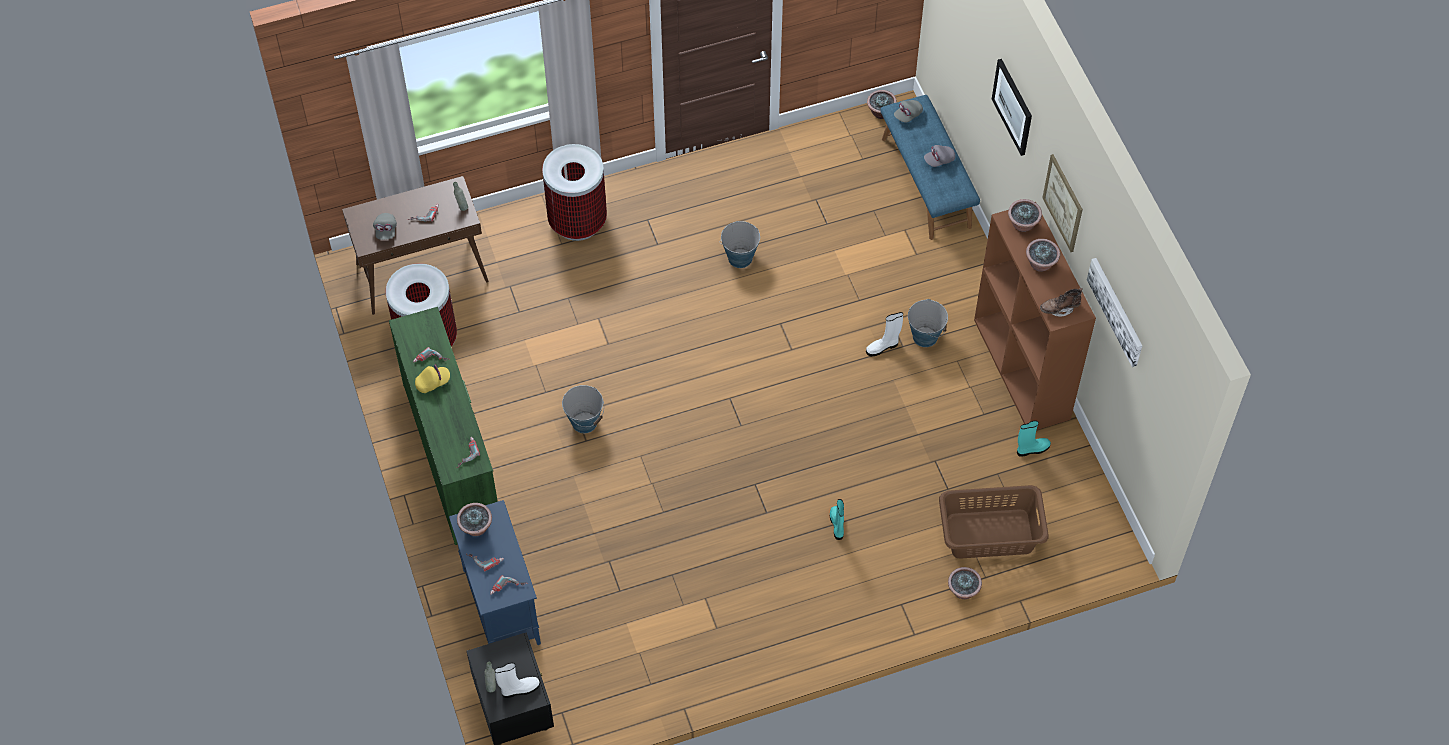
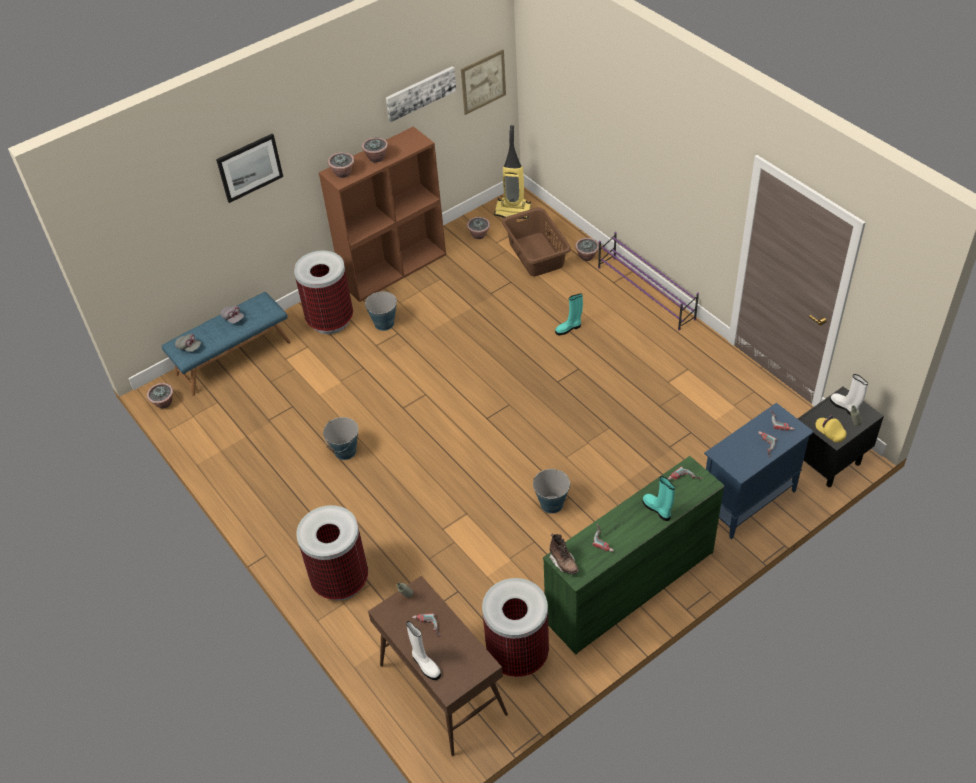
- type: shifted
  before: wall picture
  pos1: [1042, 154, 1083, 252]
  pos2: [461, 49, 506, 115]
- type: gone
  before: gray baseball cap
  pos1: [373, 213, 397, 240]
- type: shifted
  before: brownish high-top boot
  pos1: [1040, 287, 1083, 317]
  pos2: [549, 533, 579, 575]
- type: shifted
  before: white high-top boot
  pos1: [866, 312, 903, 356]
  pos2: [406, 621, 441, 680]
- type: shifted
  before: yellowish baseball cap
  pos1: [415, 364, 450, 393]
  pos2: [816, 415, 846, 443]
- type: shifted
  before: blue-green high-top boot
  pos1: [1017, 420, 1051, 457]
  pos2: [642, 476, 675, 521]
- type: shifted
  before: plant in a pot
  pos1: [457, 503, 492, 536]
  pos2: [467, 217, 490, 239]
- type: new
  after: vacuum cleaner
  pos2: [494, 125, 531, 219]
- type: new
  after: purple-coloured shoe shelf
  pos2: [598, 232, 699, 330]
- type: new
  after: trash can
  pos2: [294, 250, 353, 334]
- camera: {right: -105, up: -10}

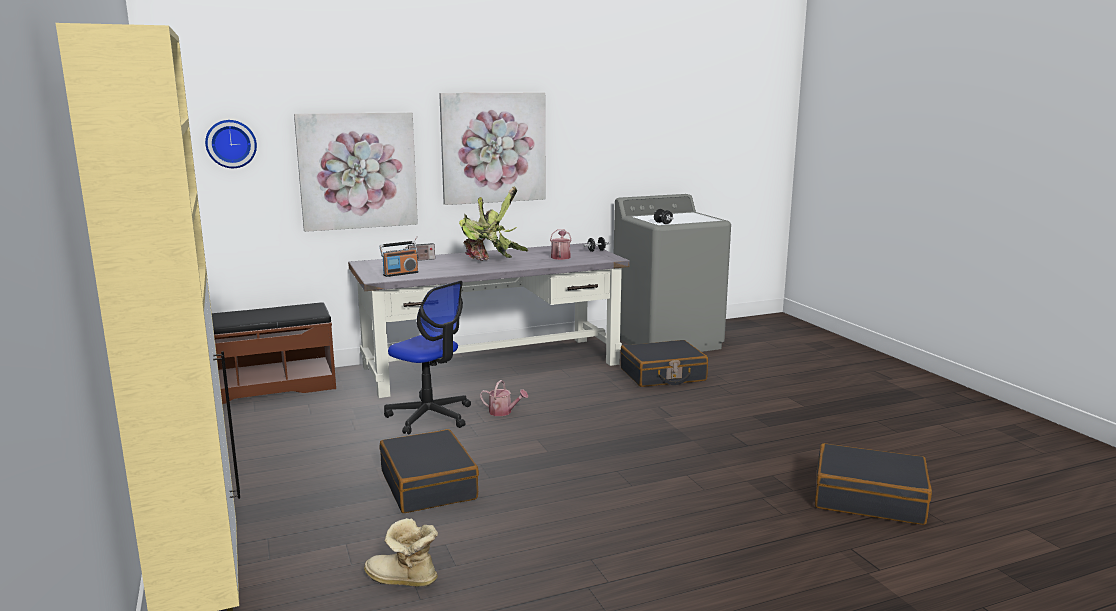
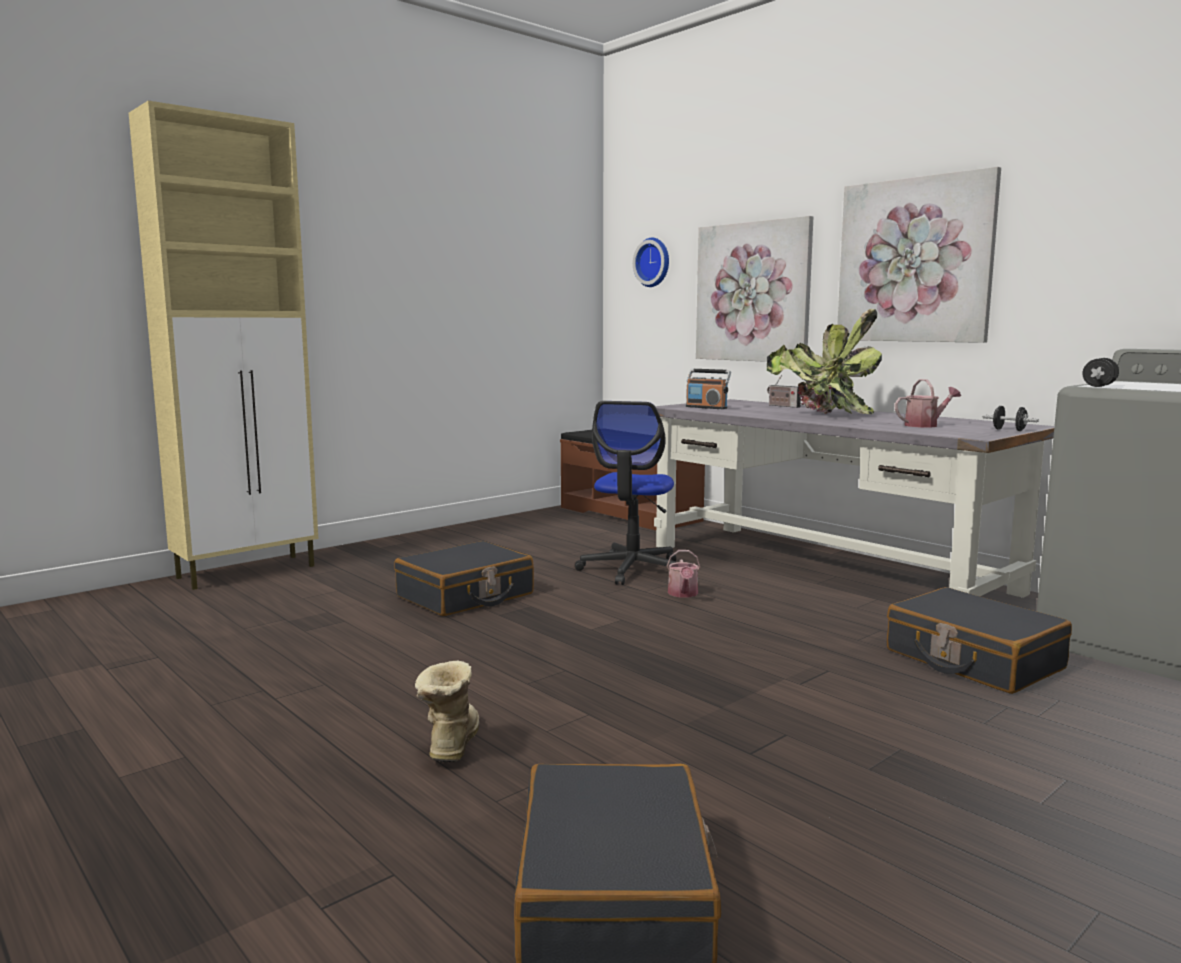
- type: shifted
  before: high-top boot
  pos1: [364, 518, 438, 587]
  pos2: [415, 660, 479, 763]
- camera: {right: 70, up: -5}

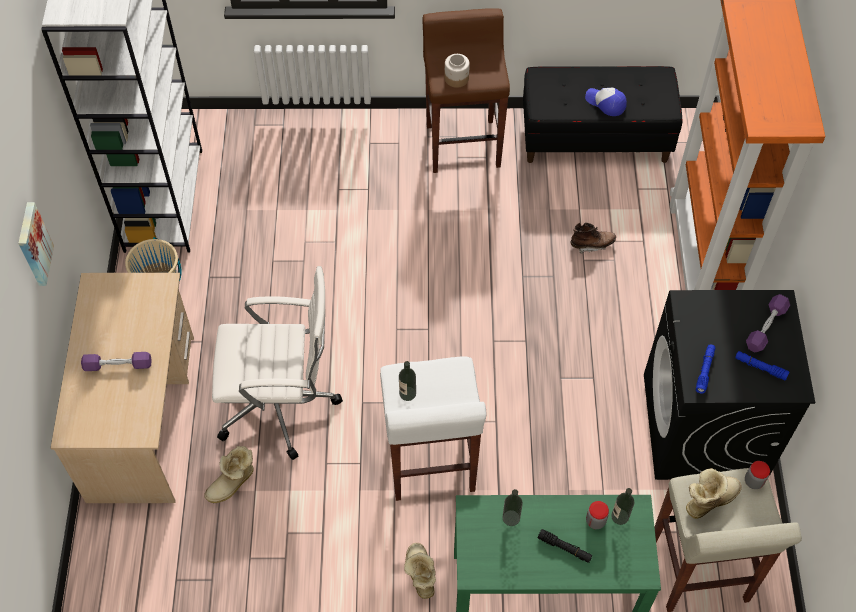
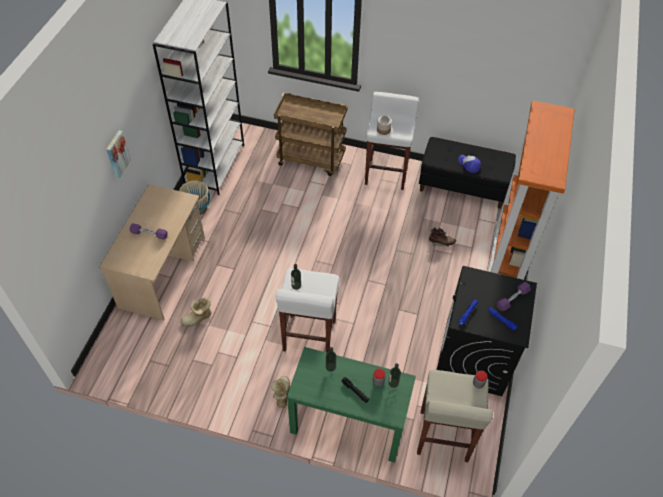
- type: repainted
  before: brownish stool seat
  after: white stool seat
  pos1: [422, 8, 510, 173]
  pos2: [365, 92, 419, 190]
- type: gone
  before: white computer chair
  pos1: [212, 266, 343, 460]
- type: gone
  before: high-top boot
  pos1: [686, 468, 742, 519]
- type: new
  after: brownish wheeled cart
  pos2: [274, 93, 348, 176]
- camera: {right: 15, up: -5}

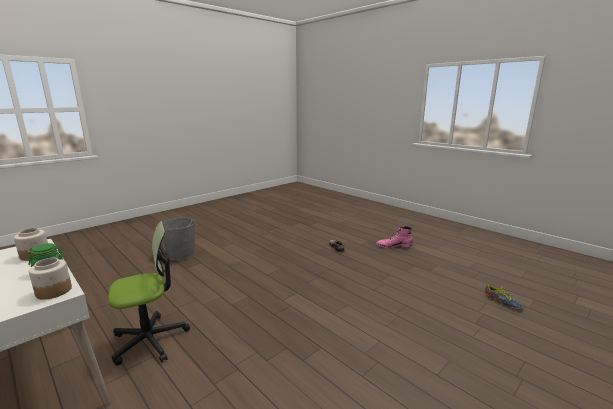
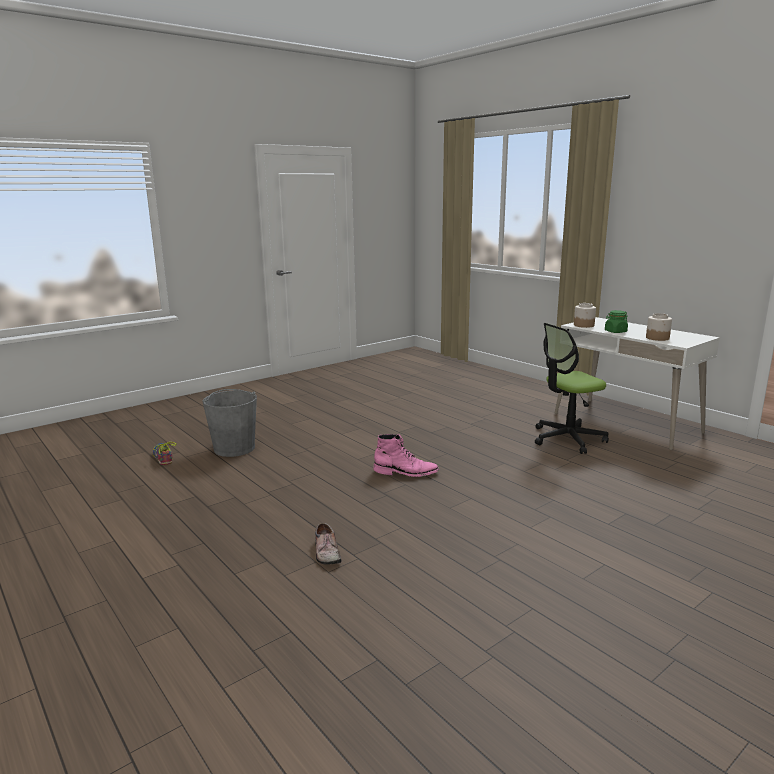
- type: shifted
  before: gray pail
  pos1: [163, 218, 195, 261]
  pos2: [202, 389, 257, 457]
- type: shifted
  before: pink high-top boot
  pos1: [376, 226, 413, 248]
  pos2: [373, 434, 439, 477]
- camera: {right: -175, up: 0}

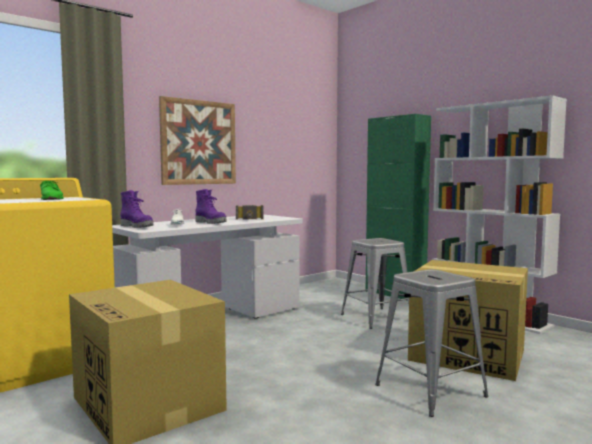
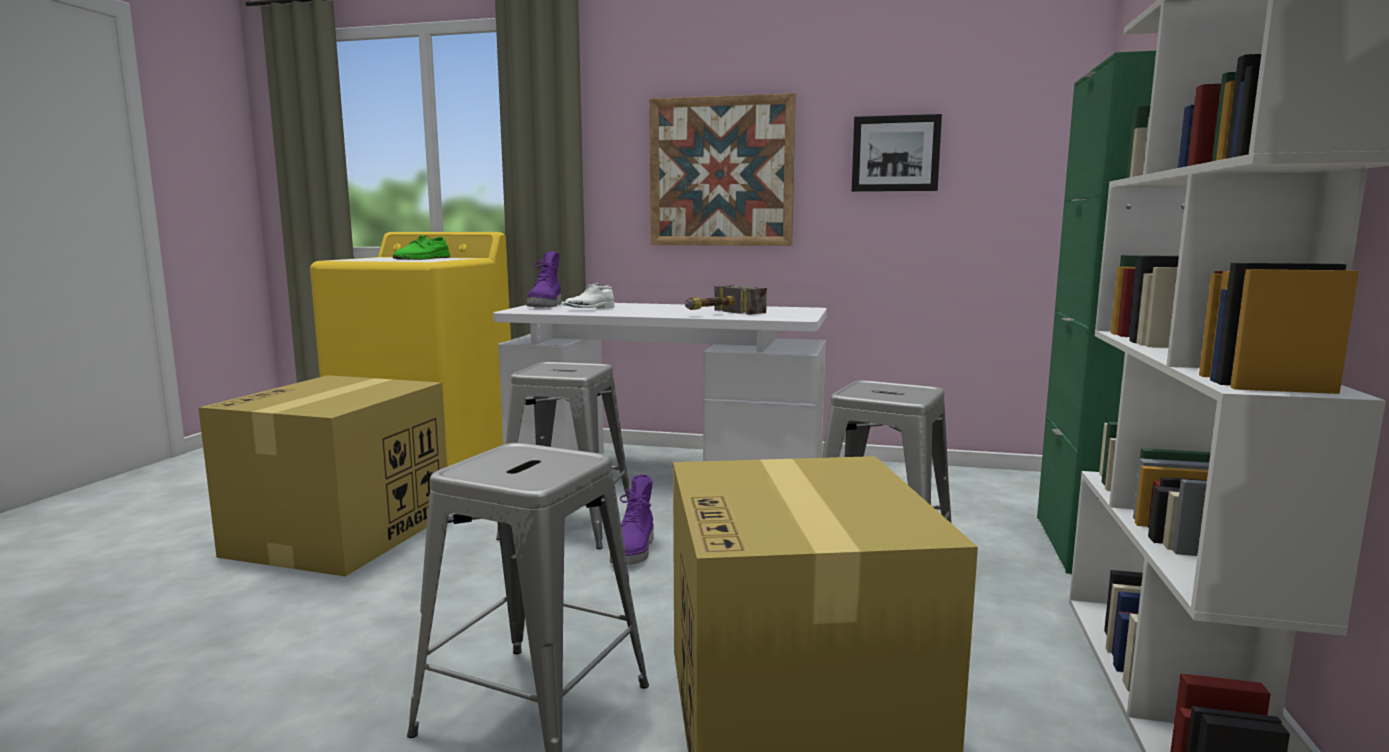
- type: shifted
  before: purple-coloured high-top boot
  pos1: [195, 189, 227, 224]
  pos2: [610, 475, 654, 565]
- type: new
  after: wall picture
  pos2: [852, 114, 942, 192]
- type: new
  after: gray stool seat
  pos2: [496, 362, 630, 549]
- camera: {right: 55, up: 5}

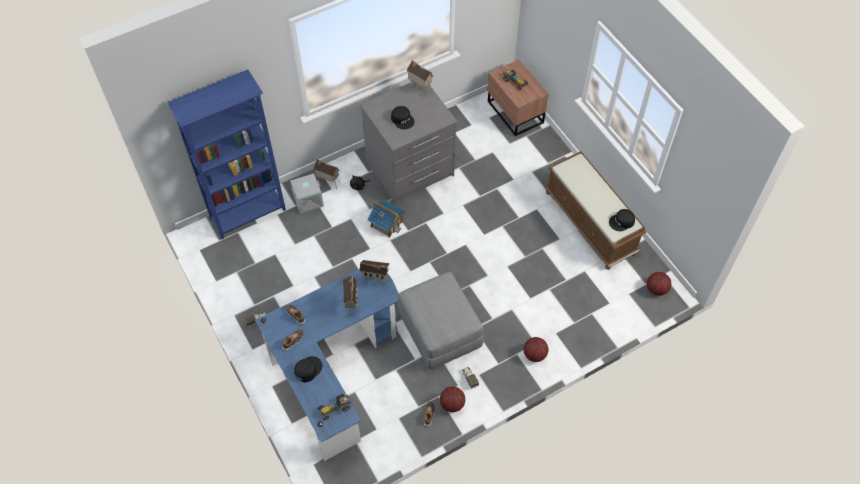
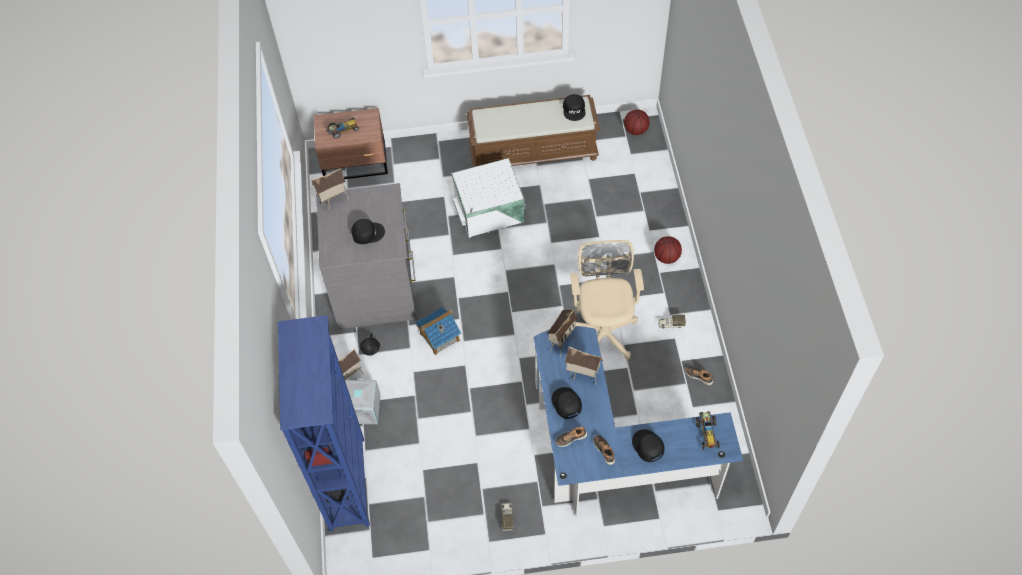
- type: swapped
  before: gray pouffe
  after: beige computer chair
  pos1: [397, 272, 484, 370]
  pos2: [570, 240, 644, 360]
- type: gone
  before: basketball ball
  pos1: [440, 386, 465, 412]
- type: new
  after: white storage bin
  pos2: [451, 158, 525, 238]
- type: new
  after: black baseball cap
  pos2: [552, 387, 582, 419]
- camera: {right: -65, up: 0}

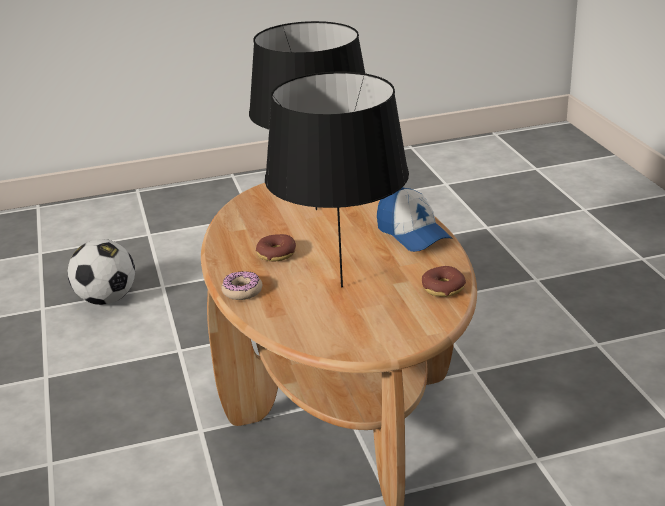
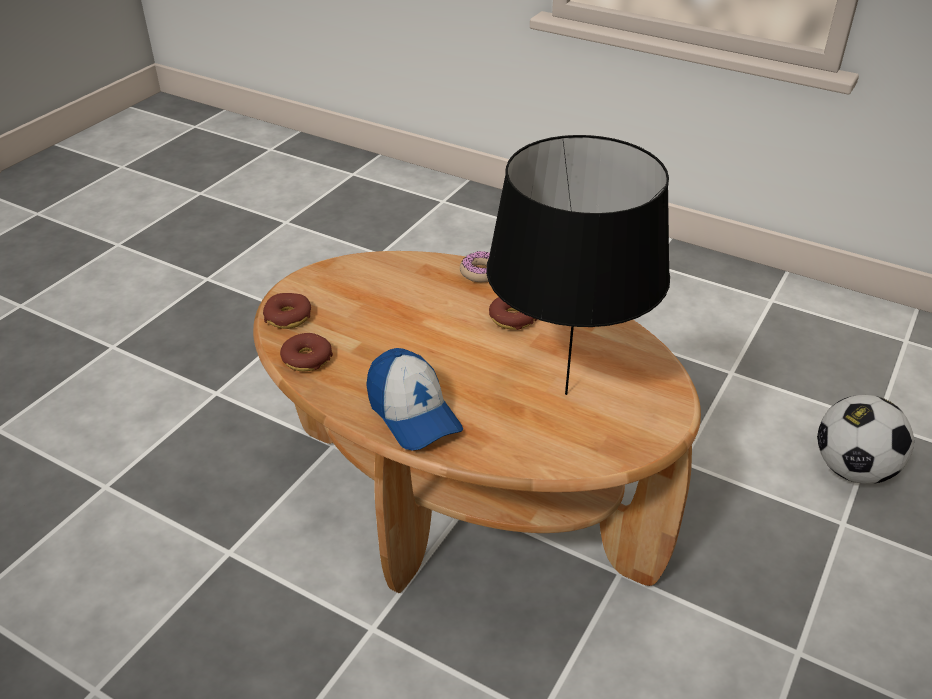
- type: gone
  before: black tabletop lamp
  pos1: [265, 72, 409, 287]
- type: rotated
  before: baseball cap
  pos1: [377, 187, 452, 252]
  pos2: [366, 348, 463, 451]
  turn: -135
- type: new
  after: doughnut
  pos2: [263, 293, 311, 329]
- camera: {right: 135, up: 10}

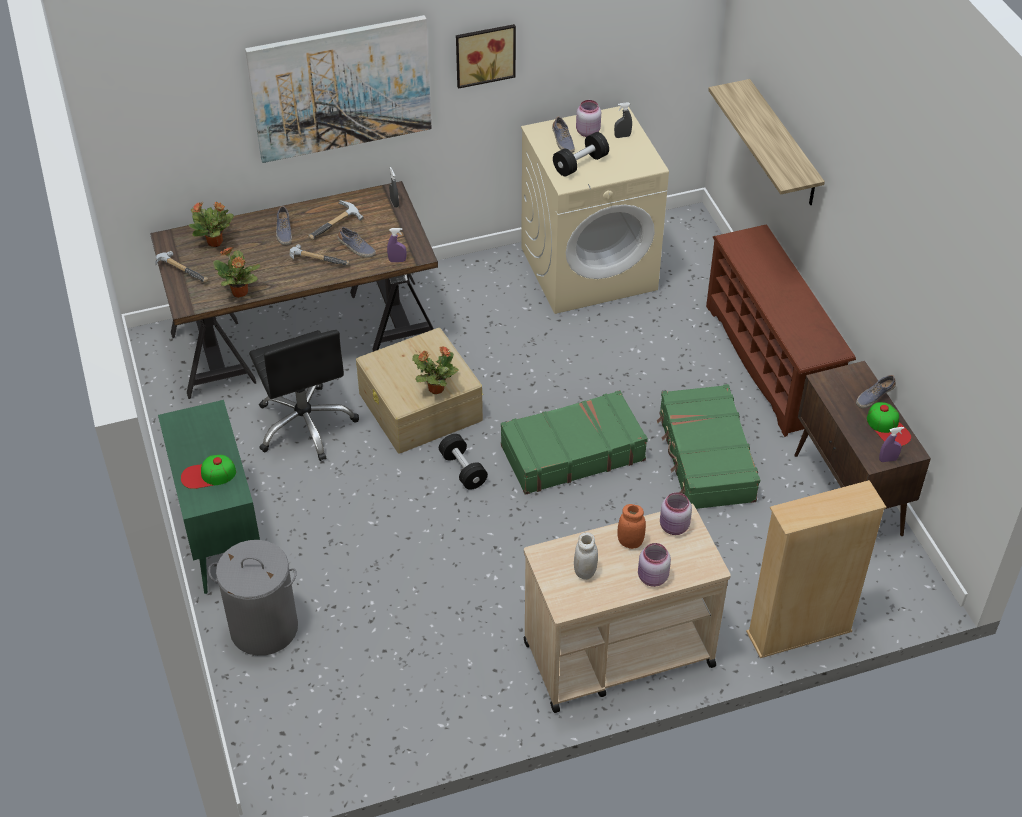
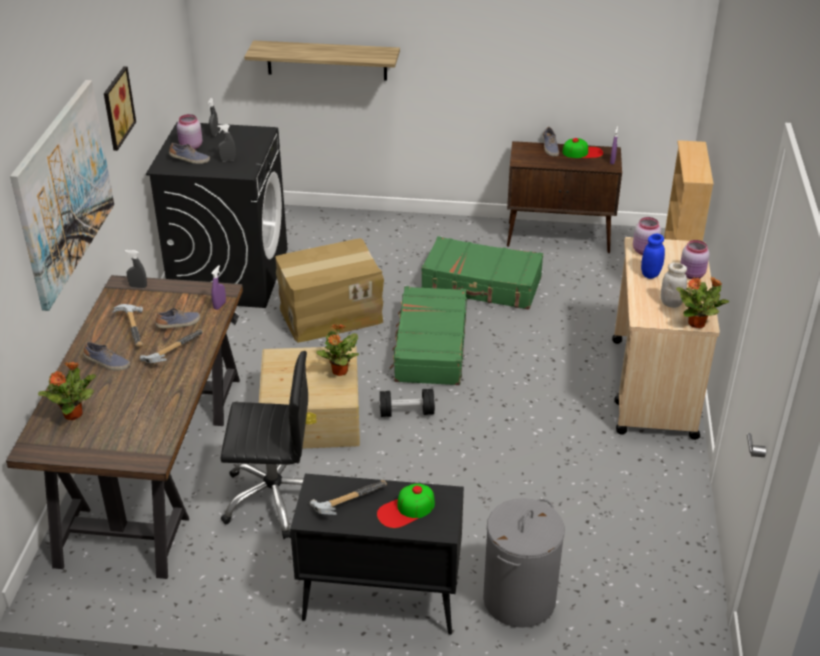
- type: repainted
  before: beige washing machine
  after: black washing machine
  pos1: [521, 106, 669, 314]
  pos2: [146, 122, 288, 308]
- type: swapped
  before: black dumbbell
  after: gray sprayer
  pos1: [553, 132, 609, 176]
  pos2: [218, 124, 236, 161]
- type: gone
  before: brownish shoe shelf
  pos1: [706, 224, 856, 437]
- type: shifted
  before: plant in a pot
  pos1: [213, 247, 260, 298]
  pos2: [676, 277, 729, 328]
- type: shifted
  before: hand hammer
  pos1: [155, 251, 208, 283]
  pos2: [310, 480, 387, 515]
- type: repainted
  before: green-coloured cupboard
  after: black cupboard
  pos1: [158, 400, 260, 594]
  pos2: [290, 474, 464, 635]
- type: rotated
  before: baseball cap
  pos1: [181, 455, 236, 489]
  pos2: [377, 483, 435, 528]
  turn: 45
- type: repainted
  before: orange-coloured storage jar
  after: blue-coloured storage jar
  pos1: [617, 504, 646, 549]
  pos2: [641, 234, 665, 279]
- type: new
  after: packing box
  pos2: [275, 238, 384, 343]
- camera: {right: -65, up: -10}

